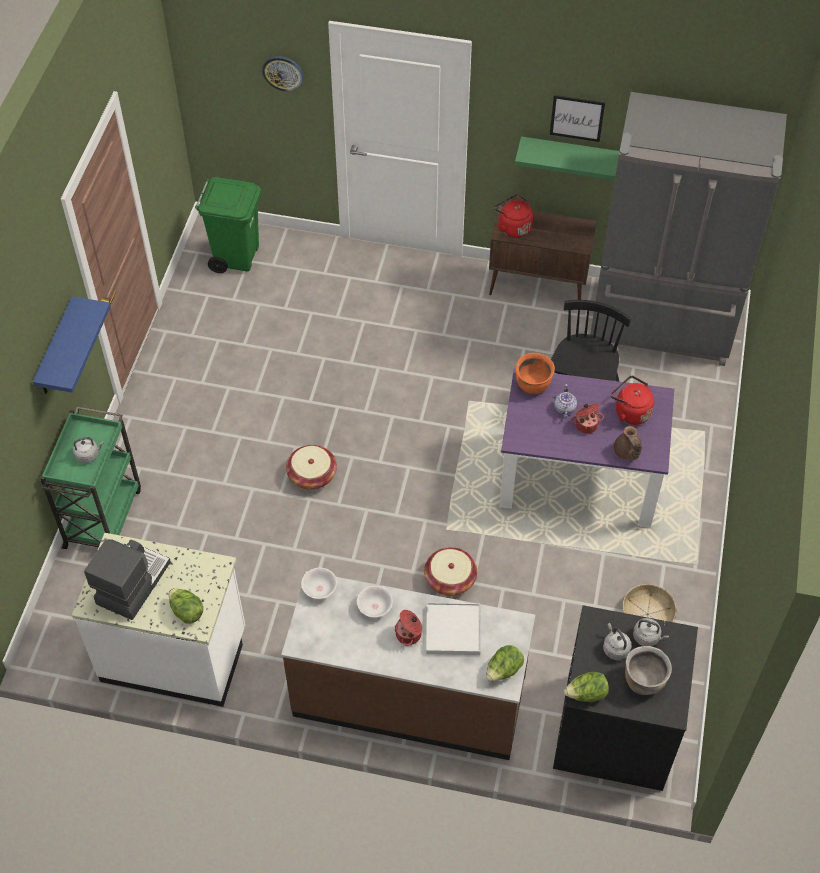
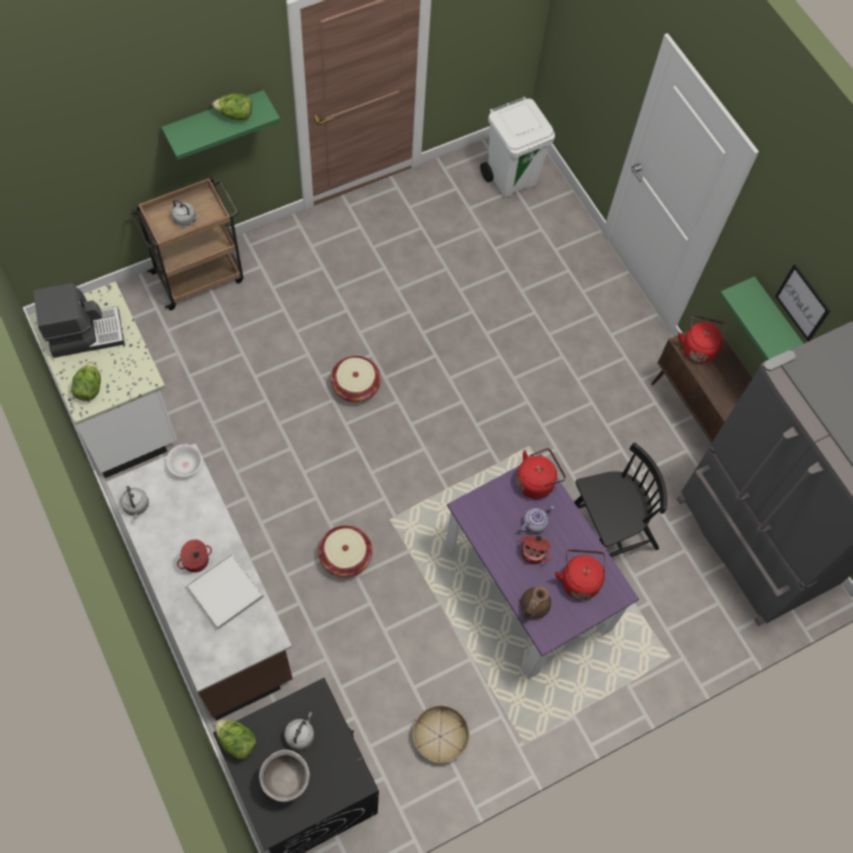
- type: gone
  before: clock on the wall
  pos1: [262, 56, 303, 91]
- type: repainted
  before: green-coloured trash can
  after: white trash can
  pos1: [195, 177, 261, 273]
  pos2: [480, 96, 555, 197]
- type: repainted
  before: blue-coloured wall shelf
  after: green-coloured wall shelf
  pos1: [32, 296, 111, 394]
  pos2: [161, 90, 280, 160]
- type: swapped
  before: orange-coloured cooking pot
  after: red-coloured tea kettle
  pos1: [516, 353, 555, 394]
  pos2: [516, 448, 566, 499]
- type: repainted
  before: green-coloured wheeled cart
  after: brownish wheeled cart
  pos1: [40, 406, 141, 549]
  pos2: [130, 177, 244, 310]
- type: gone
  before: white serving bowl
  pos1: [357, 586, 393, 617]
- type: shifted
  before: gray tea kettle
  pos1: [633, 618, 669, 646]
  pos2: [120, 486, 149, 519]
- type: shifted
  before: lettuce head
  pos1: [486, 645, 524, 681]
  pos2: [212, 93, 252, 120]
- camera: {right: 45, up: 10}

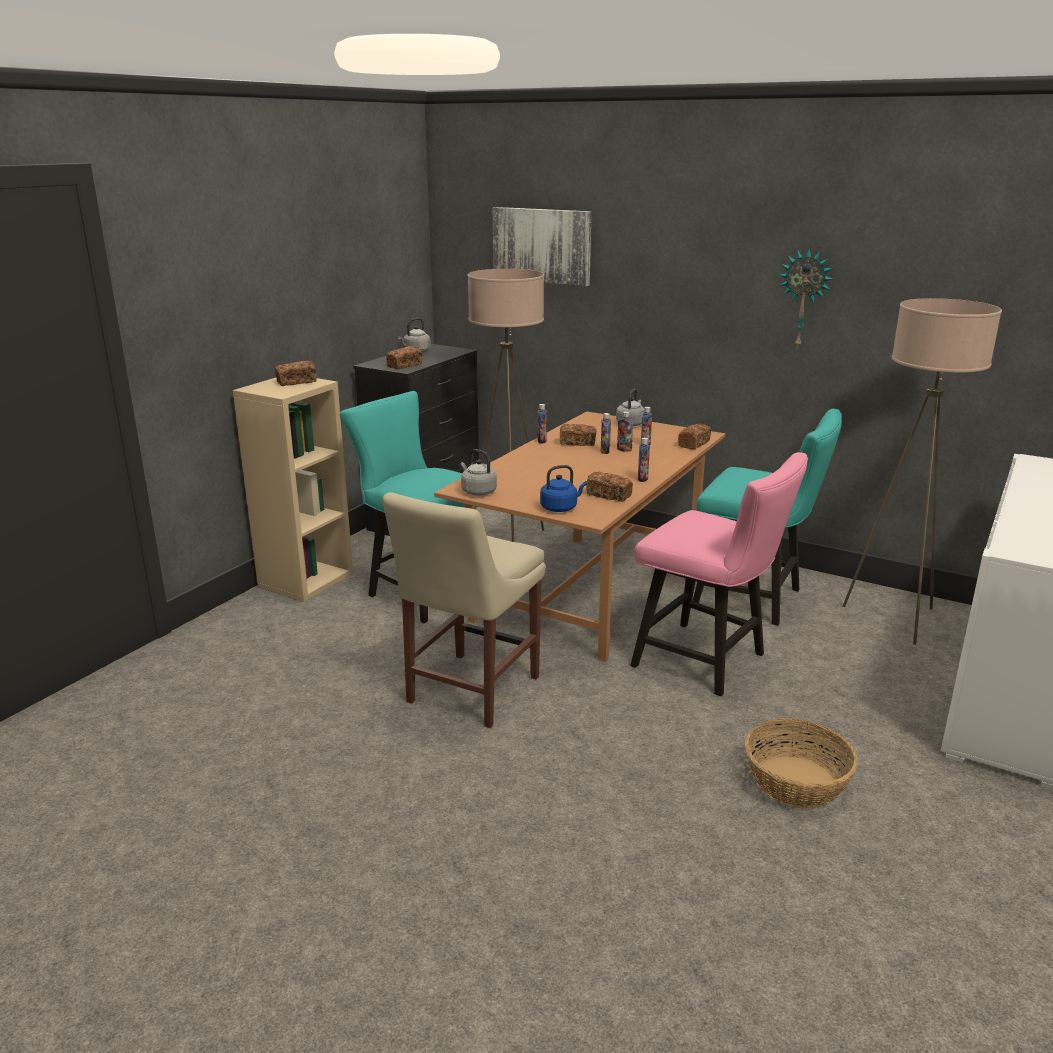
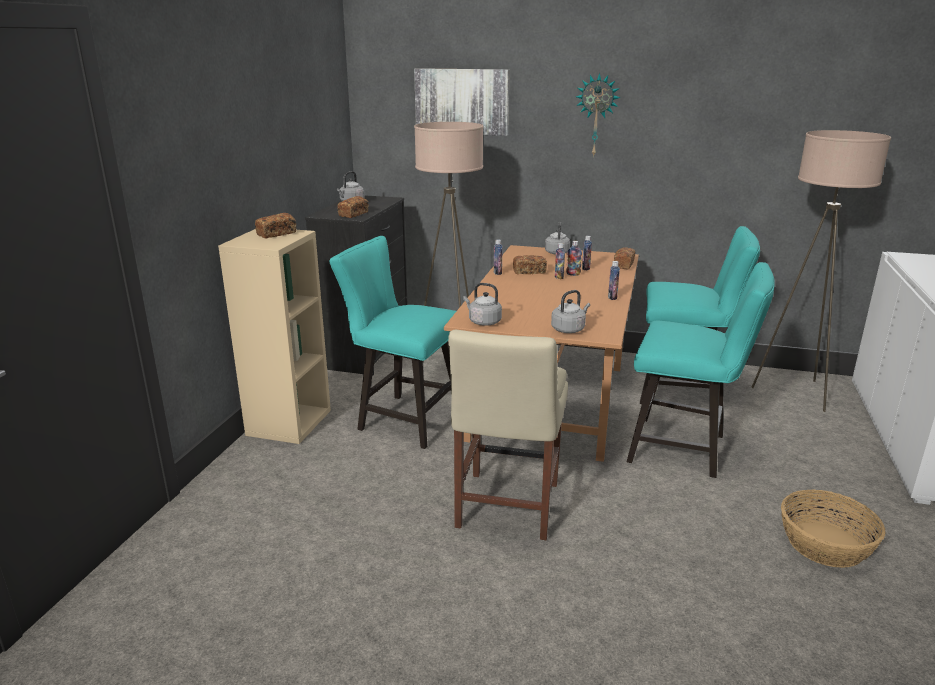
- type: shifted
  before: clock on the wall
  pos1: [779, 248, 834, 349]
  pos2: [576, 73, 620, 157]
- type: repainted
  before: pink chair
  after: blue-green chair
  pos1: [630, 452, 808, 696]
  pos2: [627, 262, 775, 478]
- type: repainted
  before: blue-coloured tea kettle
  after: gray tea kettle
  pos1: [540, 465, 587, 512]
  pos2: [551, 290, 590, 333]
- type: gone
  before: bakery bread
  pos1: [586, 472, 633, 502]
- camera: {right: -15, up: 0}

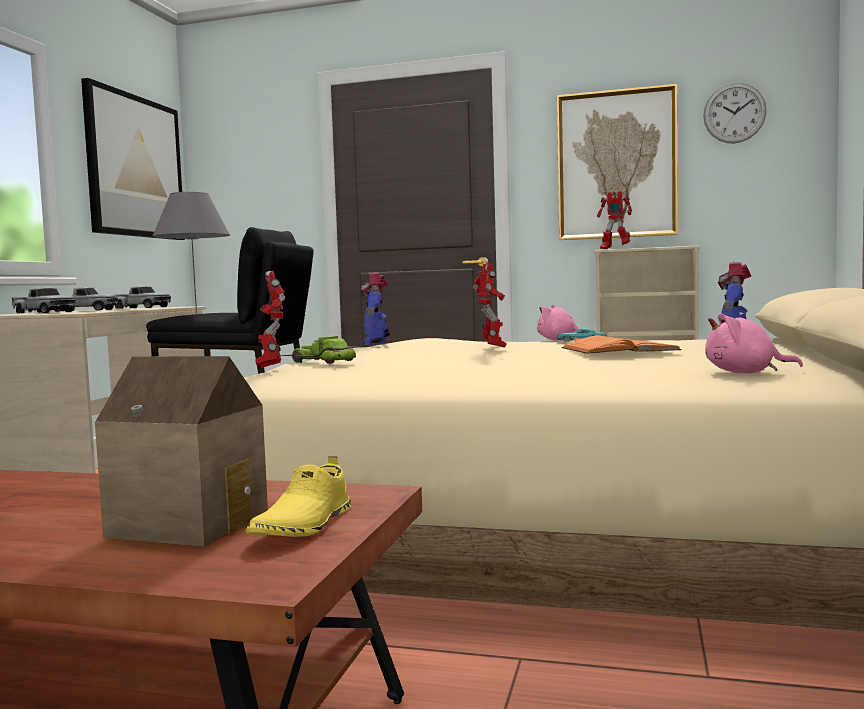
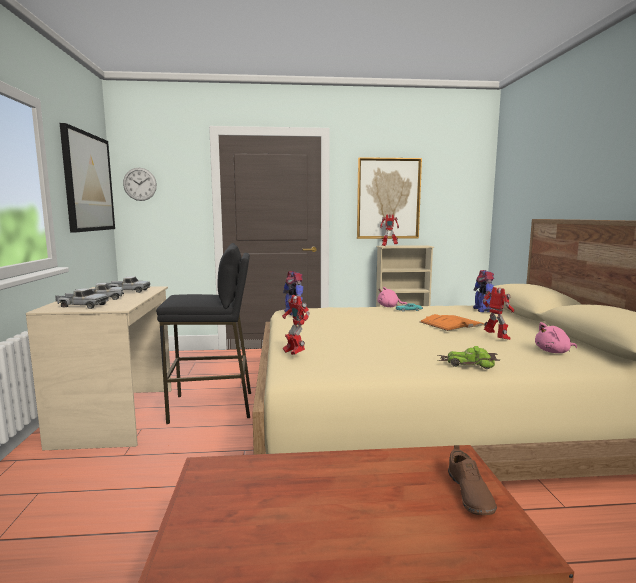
- type: shifted
  before: clock on the wall
  pos1: [703, 83, 767, 143]
  pos2: [123, 168, 157, 201]
- type: gone
  before: gray tabletop lamp
  pos1: [152, 192, 230, 314]
- type: shifted
  before: toy robot
  pos1: [473, 264, 507, 347]
  pos2: [483, 287, 514, 340]
- type: shifted
  before: toy car
  pos1: [280, 336, 362, 364]
  pos2: [437, 346, 500, 369]
- type: gone
  before: miniature house
  pos1: [95, 356, 268, 547]
- type: repainted
  before: yellowish shoe
  after: brownish shoe
  pos1: [245, 456, 352, 537]
  pos2: [448, 445, 497, 515]
- camera: {right: -20, up: 5}

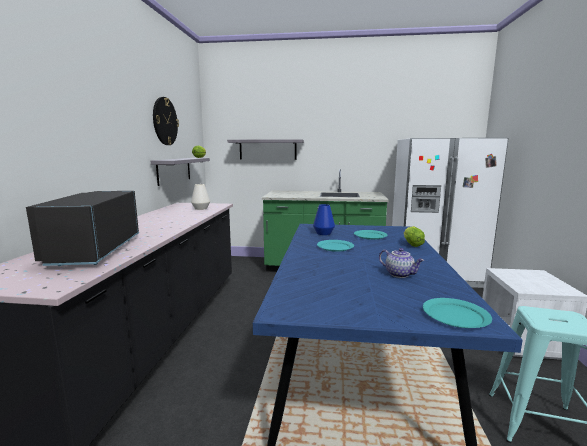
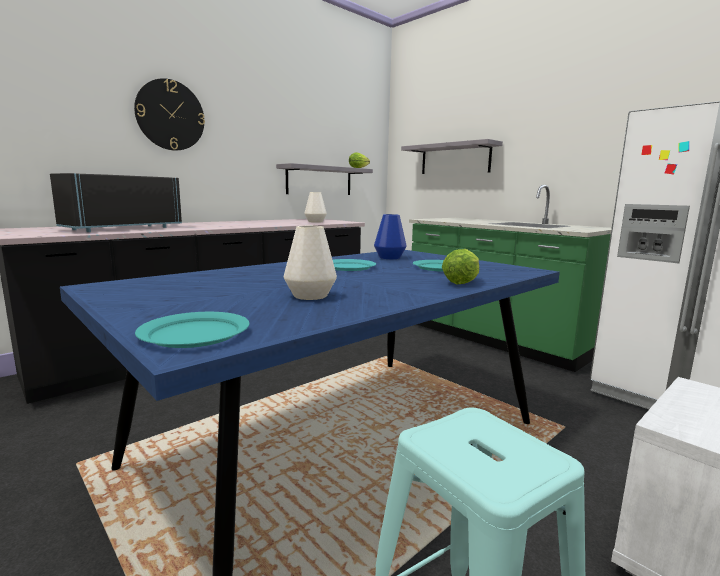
- type: shifted
  before: clock on the wall
  pos1: [153, 97, 179, 145]
  pos2: [134, 78, 205, 151]
- type: swapped
  before: pot for tea
  after: white vase
  pos1: [379, 248, 424, 278]
  pos2: [284, 226, 337, 300]
- camera: {right: 40, up: 0}

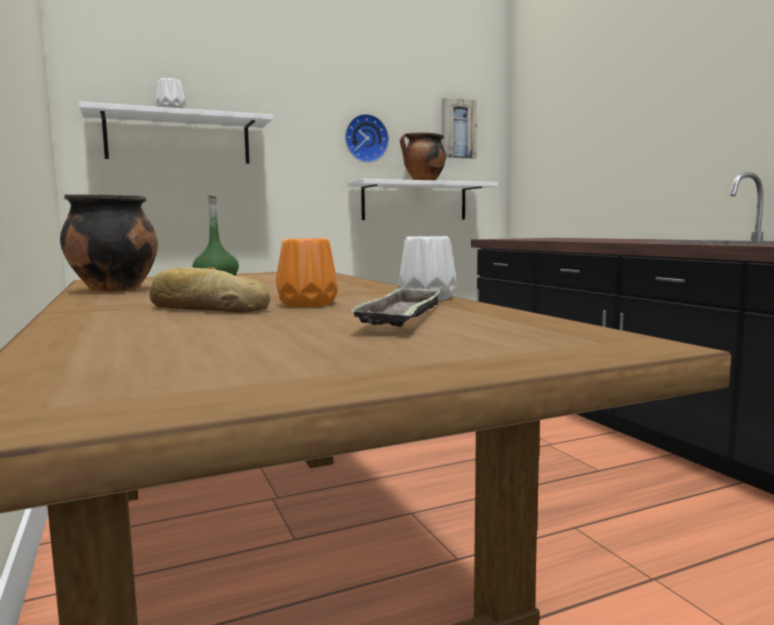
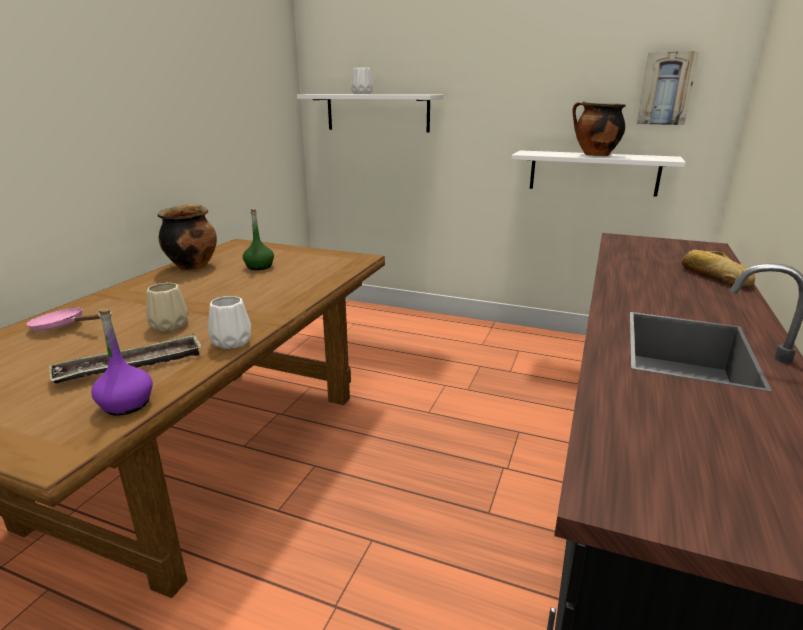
- type: gone
  before: clock on the wall
  pos1: [345, 114, 389, 162]
- type: repainted
  before: orange-coloured vase
  after: beige vase
  pos1: [276, 238, 338, 307]
  pos2: [146, 283, 188, 332]
- type: shifted
  before: bakery bread
  pos1: [149, 267, 270, 313]
  pos2: [682, 250, 755, 287]
- type: new
  after: pink pan
  pos2: [26, 307, 100, 331]
- type: new
  after: purple-coloured beverage bottle
  pos2: [91, 308, 153, 415]
- camera: {right: 45, up: 15}

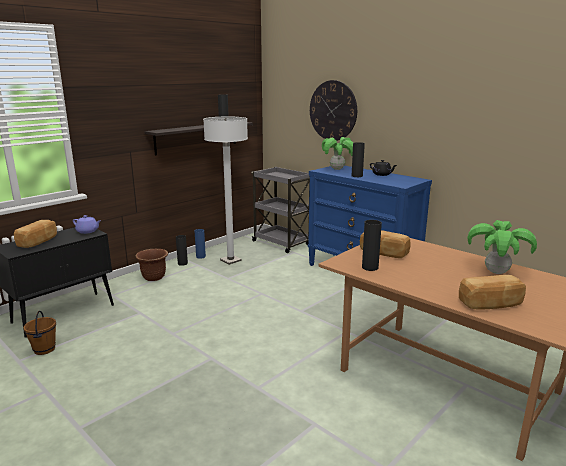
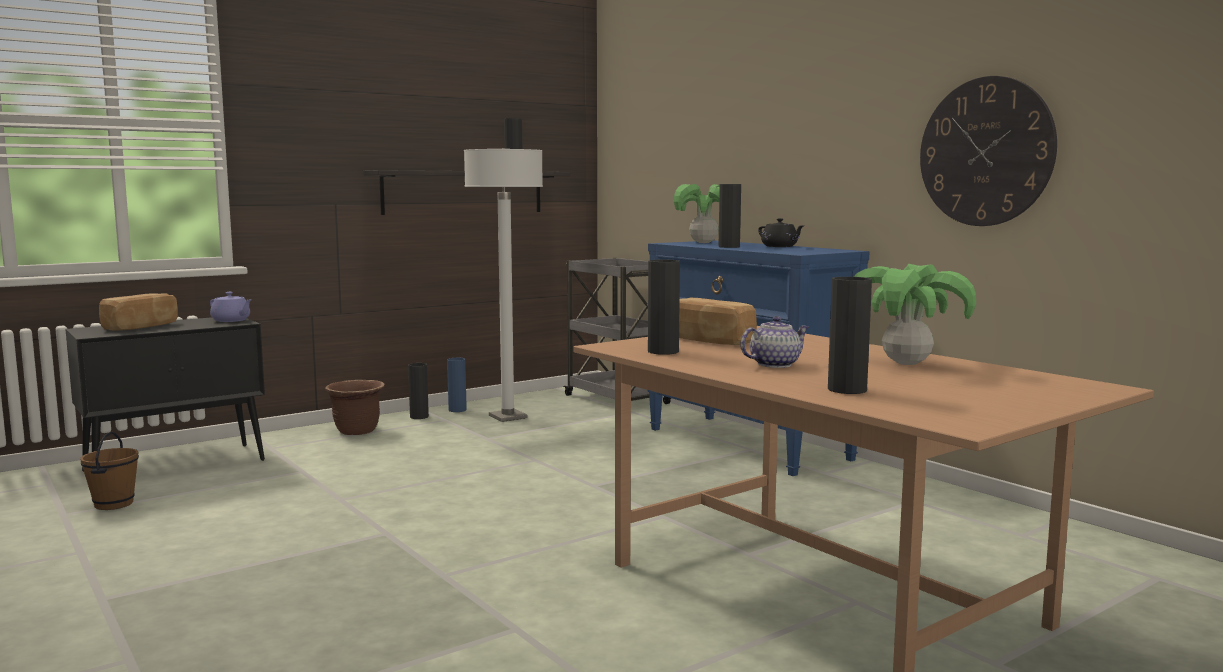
- type: shifted
  before: clock on the wall
  pos1: [310, 80, 357, 141]
  pos2: [920, 76, 1057, 226]
- type: swapped
  before: bakery bread
  after: black vase
  pos1: [459, 275, 526, 310]
  pos2: [828, 277, 872, 394]
- type: new
  after: pot for tea
  pos2: [741, 316, 809, 368]
- camera: {right: 10, up: -10}

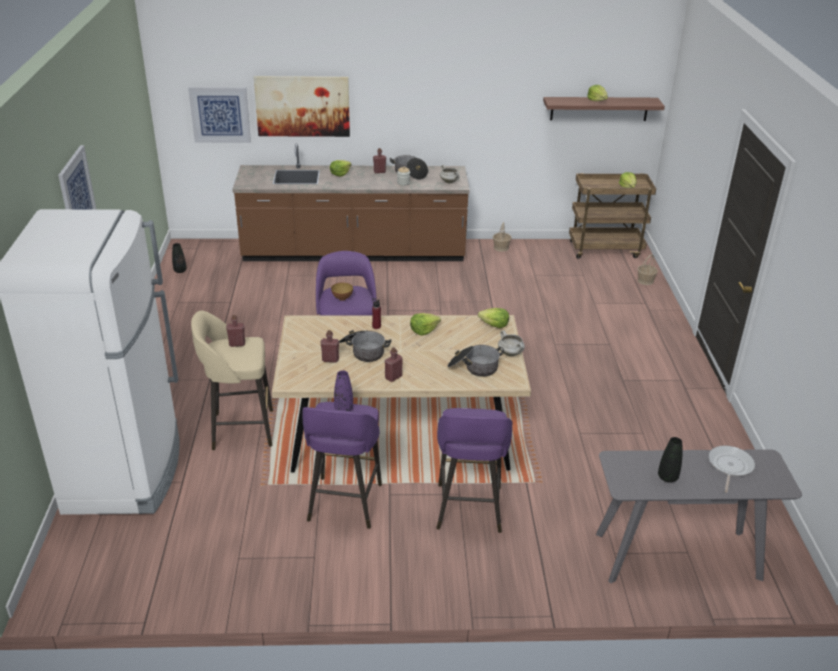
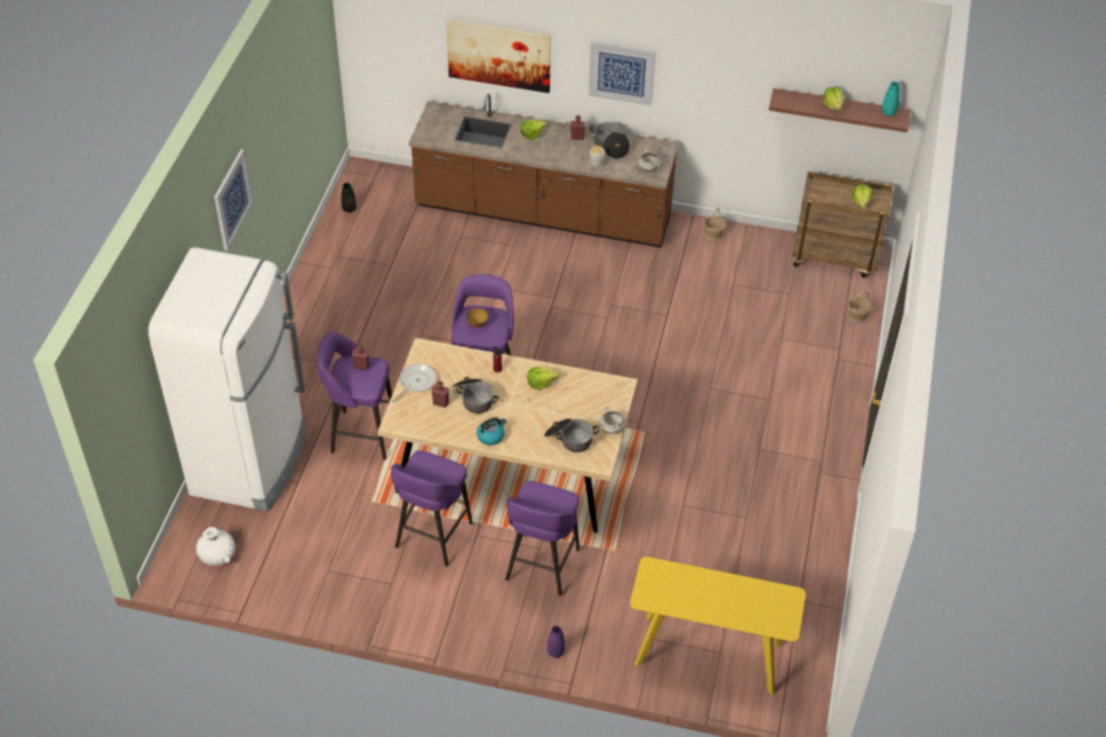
- type: shifted
  before: wall picture
  pos1: [188, 87, 251, 143]
  pos2: [589, 42, 656, 106]
- type: gone
  before: lettuce head
  pos1: [478, 308, 509, 328]
- type: repainted
  before: beige stool seat
  after: purple-coloured stool seat
  pos1: [191, 311, 273, 450]
  pos2: [318, 332, 392, 460]
- type: swapped
  before: red-coloured beverage bottle
  after: tea kettle
  pos1: [385, 348, 403, 382]
  pos2: [477, 417, 507, 445]
- type: shifted
  before: purple-coloured vase
  pos1: [334, 370, 353, 411]
  pos2: [547, 626, 565, 658]
- type: gone
  before: black vase
  pos1: [658, 437, 683, 482]
- type: shifted
  before: pan
  pos1: [709, 446, 755, 493]
  pos2: [391, 364, 436, 402]
- type: repainted
  before: gray hall table
  after: yellowish hall table
  pos1: [596, 449, 802, 583]
  pos2: [630, 557, 806, 695]
- type: new
  after: blue-green vase
  pos2: [882, 82, 900, 116]
- type: new
  after: white vase
  pos2: [196, 527, 236, 566]
- camera: {right: 15, up: 15}

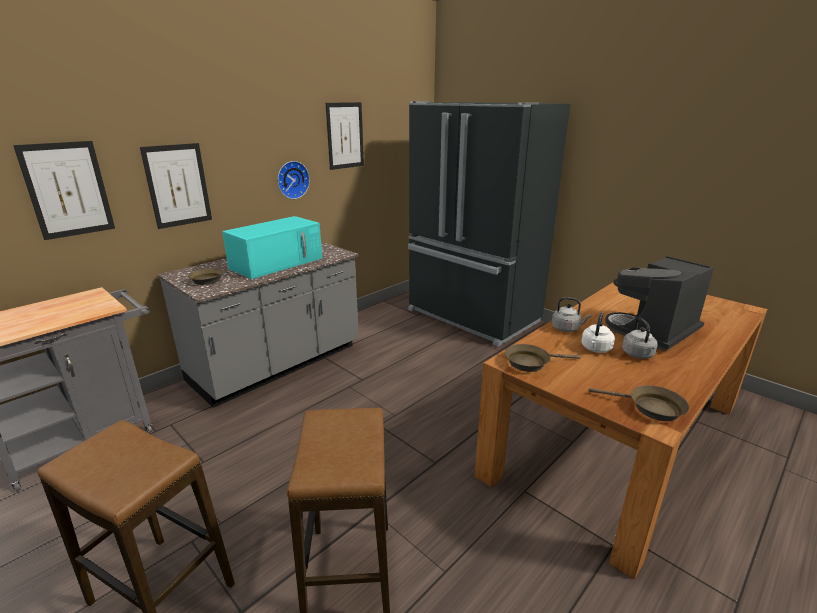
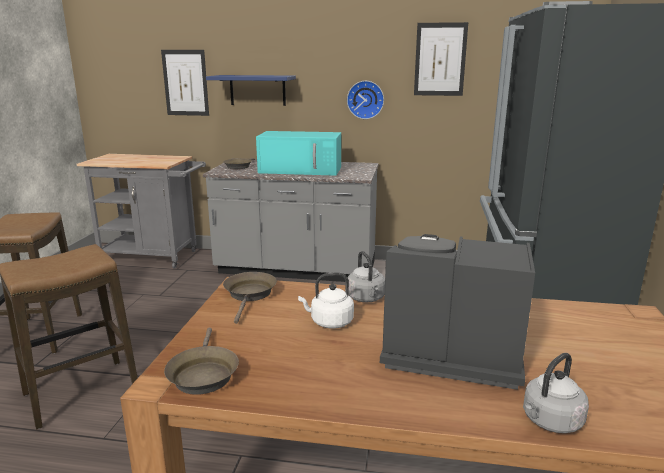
- type: swapped
  before: wall picture
  after: blue-coloured wall shelf
  pos1: [140, 143, 212, 229]
  pos2: [206, 75, 296, 106]
- type: shifted
  before: gray tea kettle
  pos1: [622, 318, 658, 359]
  pos2: [523, 353, 589, 433]
- type: rotated
  before: brownish pan
  pos1: [505, 344, 580, 372]
  pos2: [223, 272, 277, 324]
  turn: 45
- camera: {right: 55, up: -5}

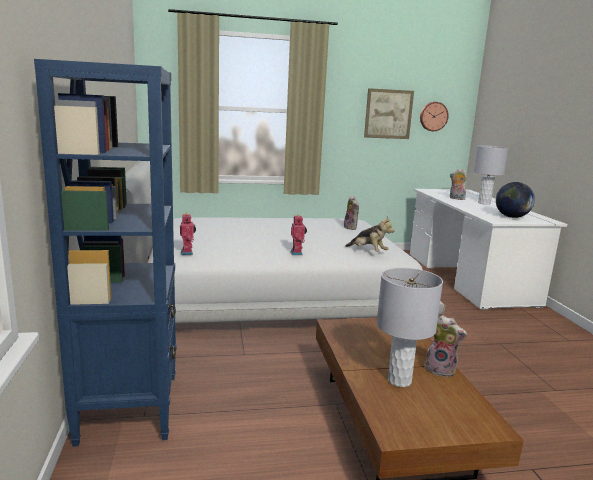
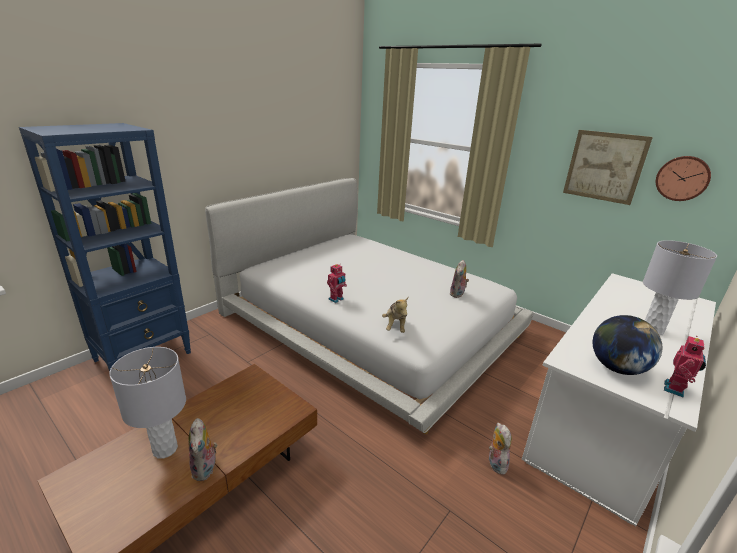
- type: shifted
  before: cuddly toy
  pos1: [450, 169, 467, 200]
  pos2: [489, 423, 512, 475]
- type: shifted
  before: toy robot
  pos1: [180, 213, 196, 255]
  pos2: [664, 336, 706, 398]
- camera: {right: 50, up: 10}

